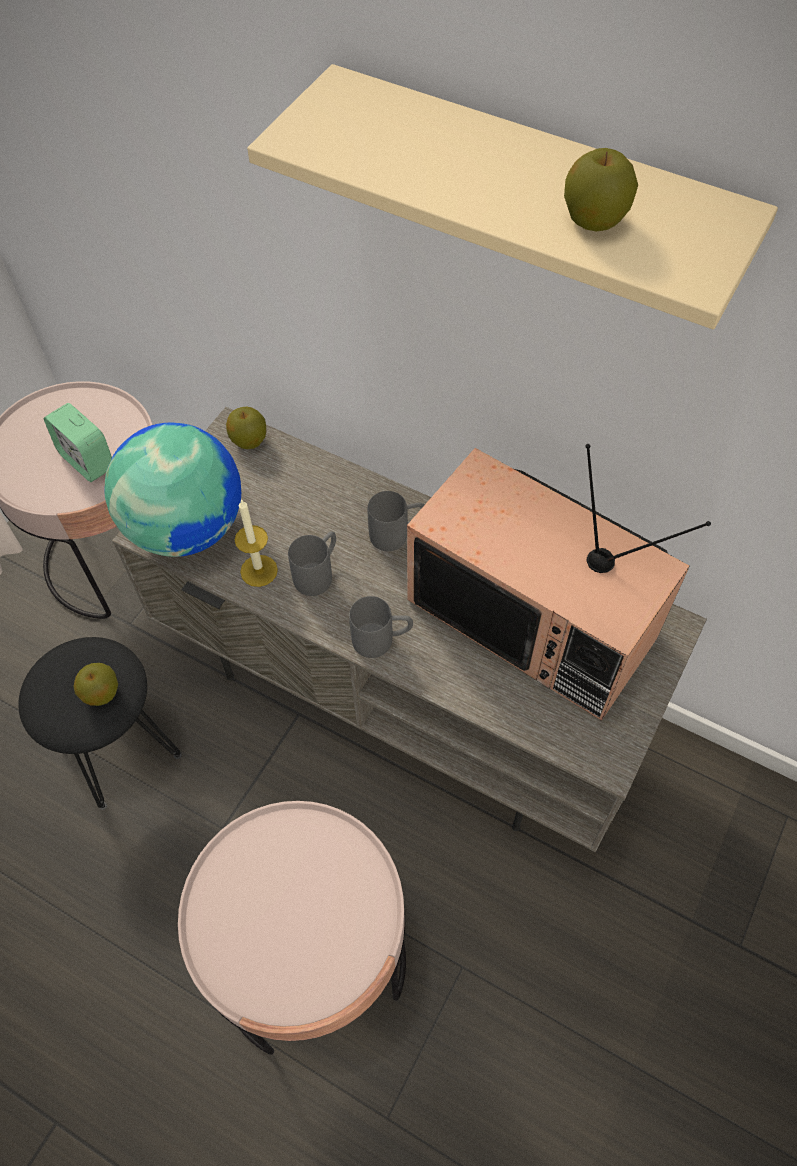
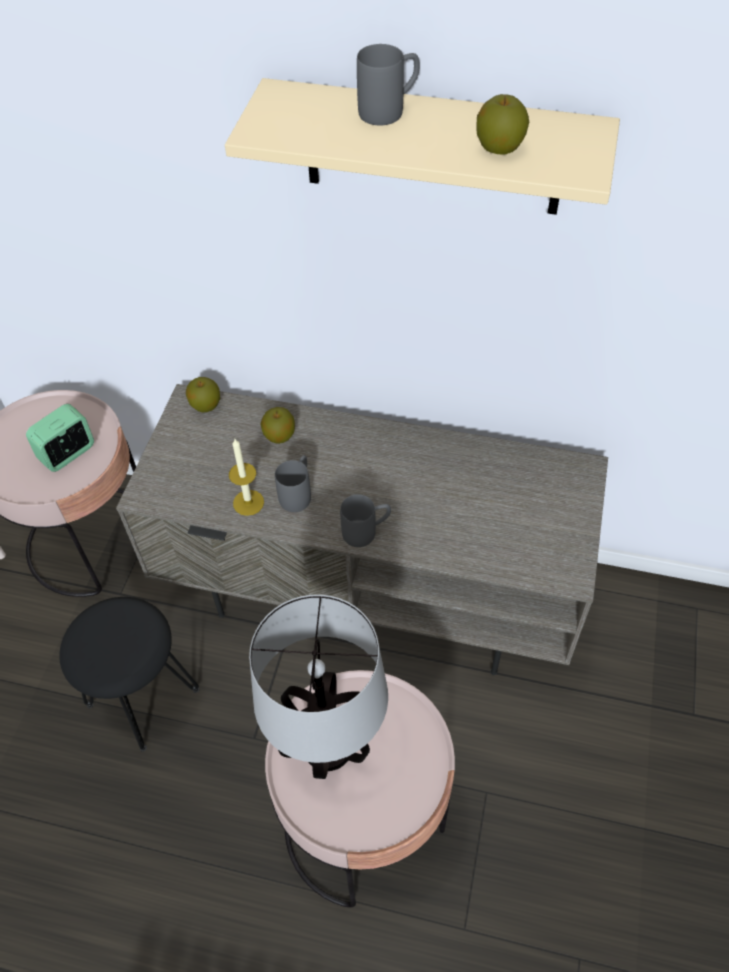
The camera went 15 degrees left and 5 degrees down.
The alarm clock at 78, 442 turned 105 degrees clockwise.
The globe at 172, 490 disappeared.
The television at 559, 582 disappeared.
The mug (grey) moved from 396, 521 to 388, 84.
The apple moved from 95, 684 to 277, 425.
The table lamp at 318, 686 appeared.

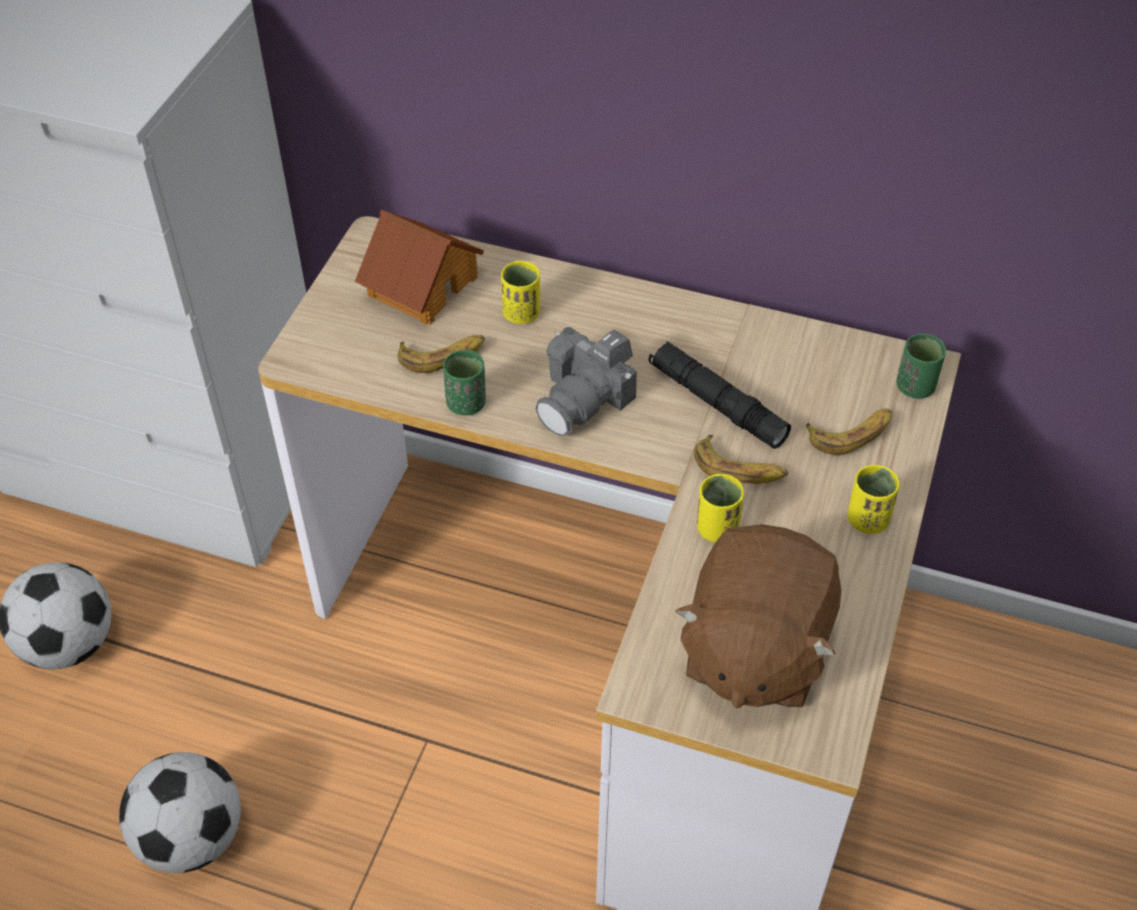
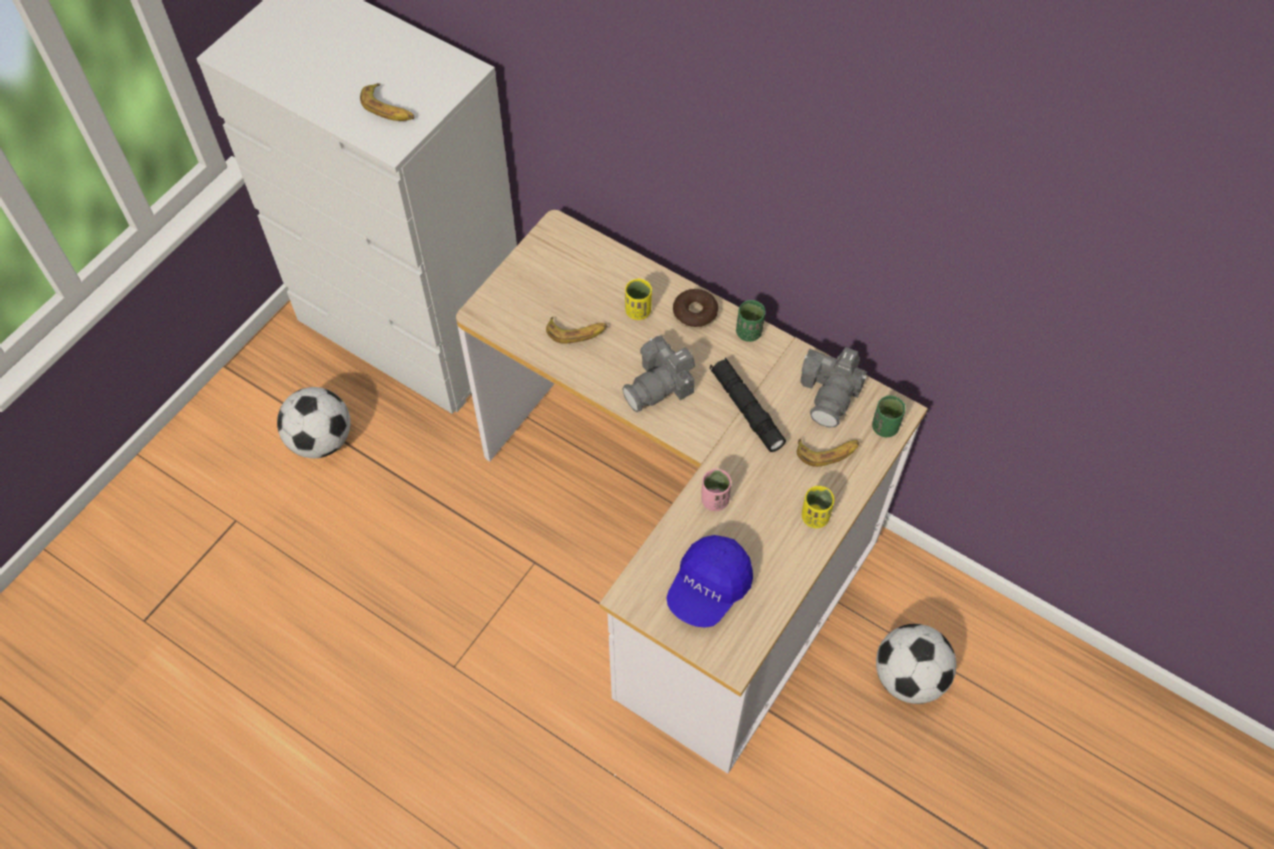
The camera went 15 degrees right and 10 degrees up.
The toy house at 419, 267 disappeared.
The cup (green) moved from 464, 383 to 750, 321.
The banana moved from 741, 459 to 387, 102.
The cup (yellow) at 720, 508 became the cup (pink) at 716, 490.
The plush toy (brown) at 758, 616 was replaced by the cap (blue) at 709, 581.
The football moved from 180, 812 to 916, 664.
The donut at 695, 309 appeared.
The photo camera at 833, 387 appeared.

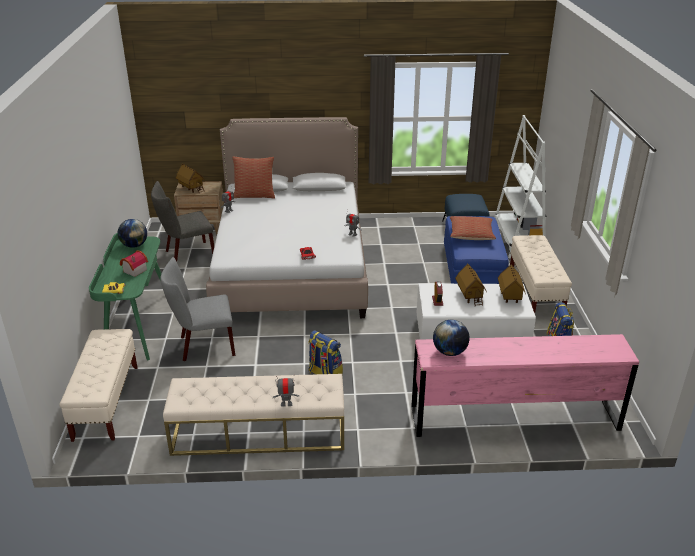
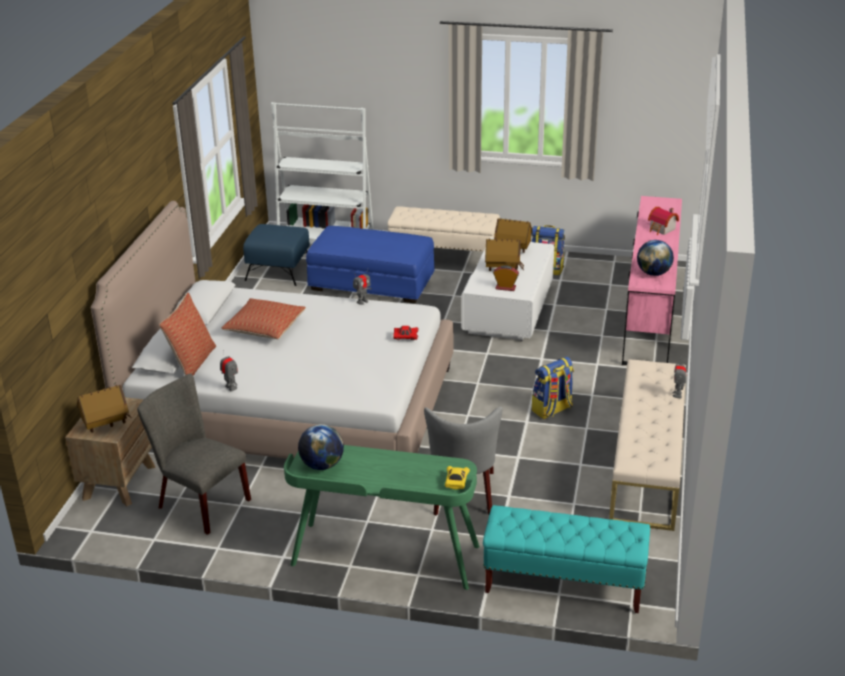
The camera went 75 degrees left and 0 degrees up.
The chair (grey) at 182, 221 turned 135 degrees clockwise.
The pillow moved from 473, 228 to 263, 318.
The toy house moved from 134, 264 to 663, 221.
The bench (beige) at 98, 385 became the bench (turquoise) at 566, 559.

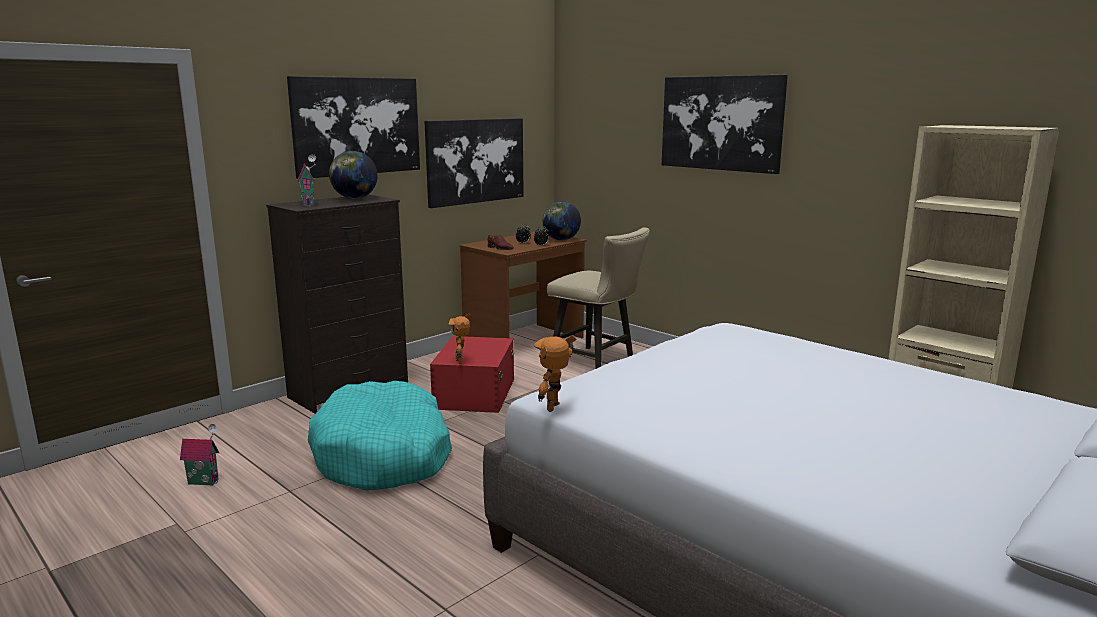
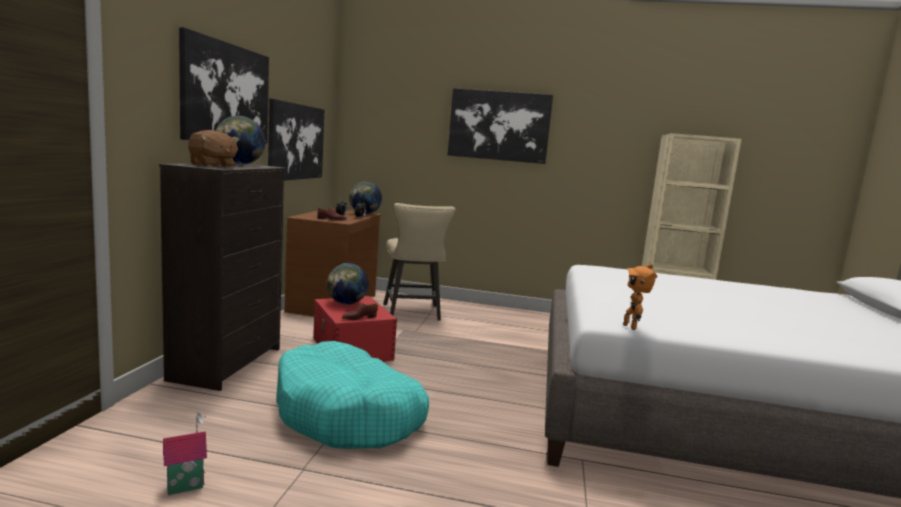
The camera went 35 degrees left and 5 degrees down.
The toy house at 307, 180 was replaced by the plush toy (brown) at 213, 149.
The chair (beige) at 598, 298 turned 75 degrees clockwise.
The toy robot at 459, 339 was replaced by the shoe (brown) at 360, 311.
The globe at 348, 284 appeared.

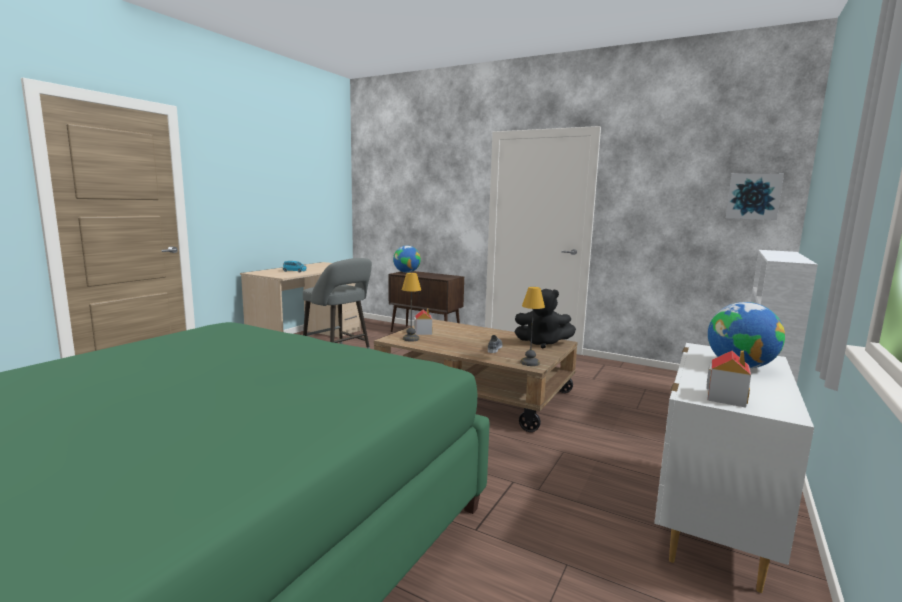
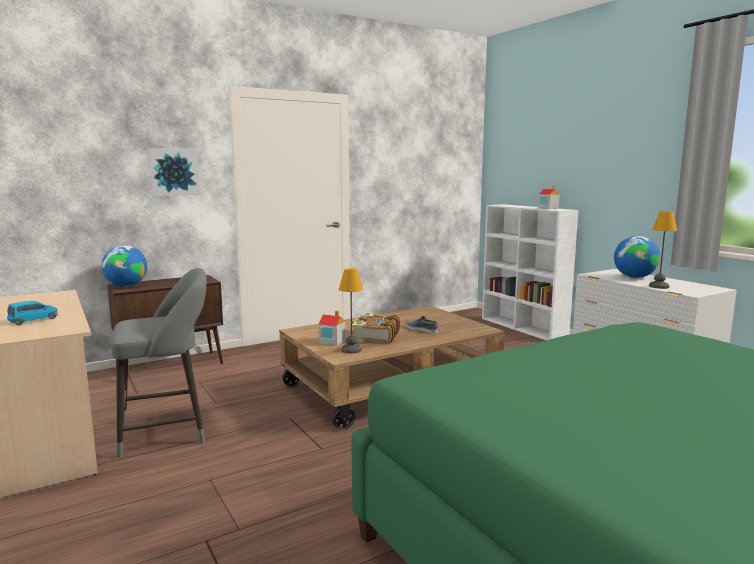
The camera went 60 degrees left and 0 degrees up.
The picture moved from 755, 197 to 174, 172.
The table lamp moved from 532, 326 to 663, 250.
The plush toy (black) at 545, 318 disappeared.
The toy house moved from 728, 379 to 549, 197.
The book at 374, 328 appeared.

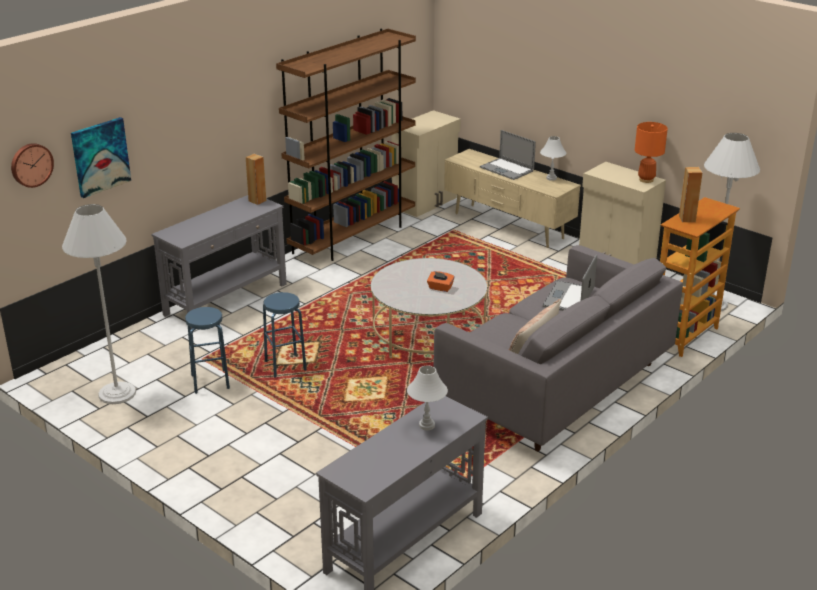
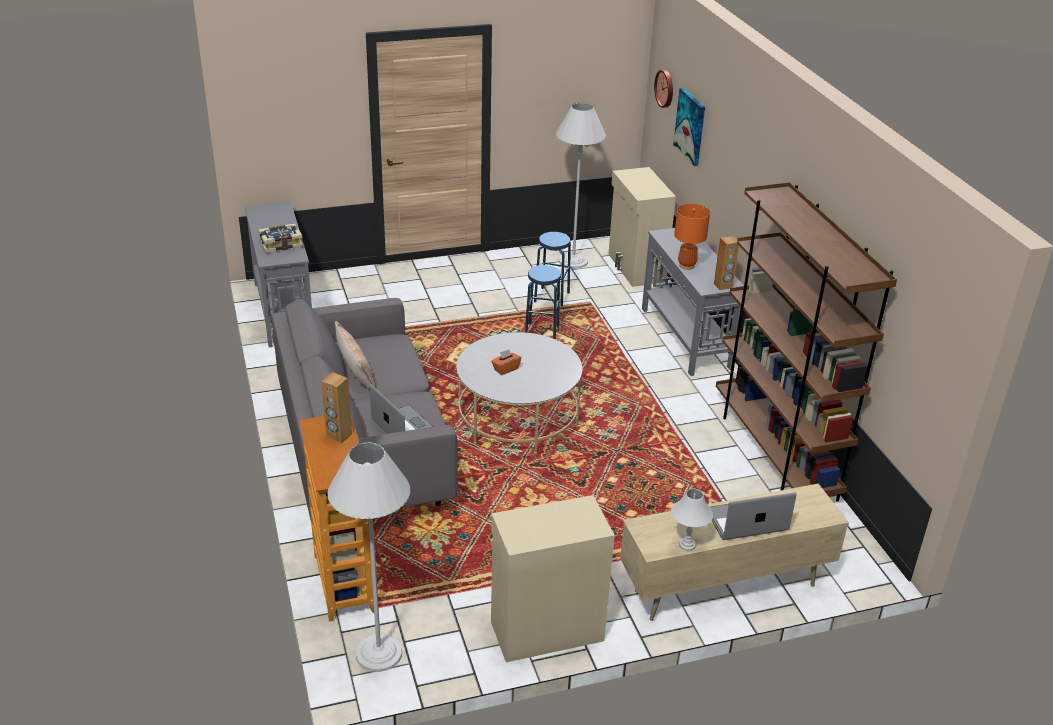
The camera went 120 degrees right and 5 degrees up.
The cabinet (beige) moved from 426, 163 to 642, 227.
The table lamp (orange) moved from 651, 152 to 692, 237.
The table lamp (white) at 427, 398 was replaced by the book at 280, 238.

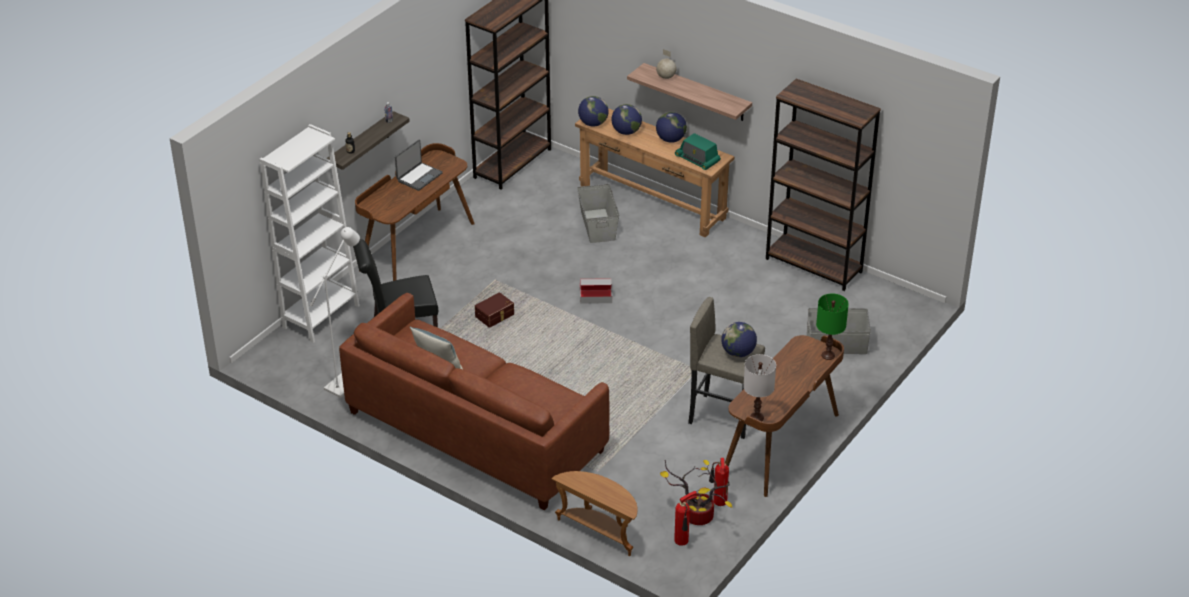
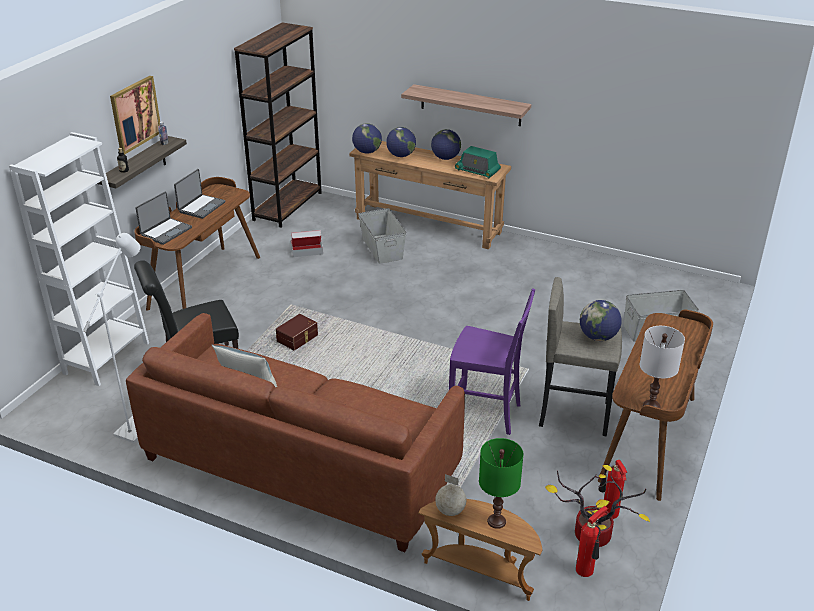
The camera went 10 degrees left and 5 degrees down.
The globe moved from 666, 64 to 450, 495.
The bookcase (brown) at 823, 185 disappeared.
The cardboard box moved from 596, 291 to 307, 243.
The table lamp (green) moved from 832, 327 to 501, 483.
The picture at 135, 115 appeared.
The laptop at 164, 218 appeared.
The chair (purple) at 492, 361 appeared.

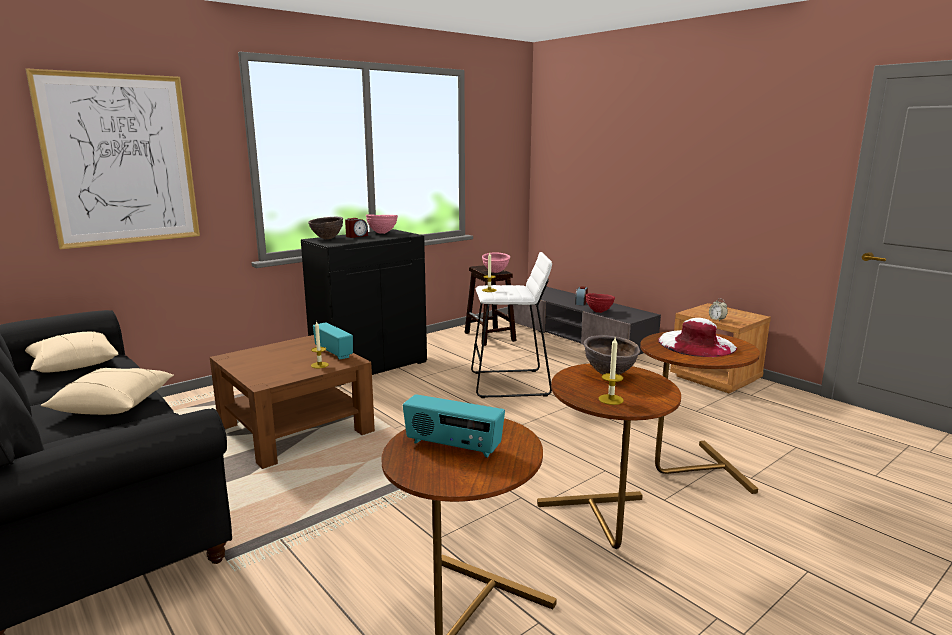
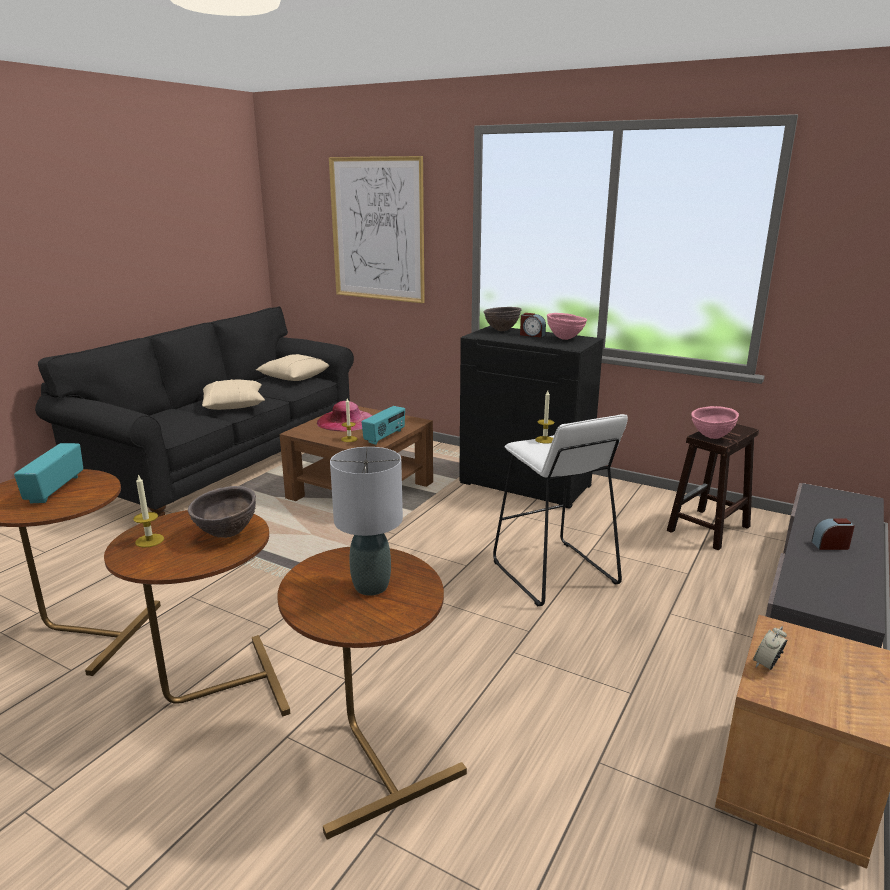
The camera went 70 degrees right and 5 degrees up.
The bowl (red) at 600, 303 disappeared.
The hat (white) at 697, 337 was replaced by the table lamp (grey) at 366, 521.
The hat (pink) at 344, 416 appeared.

